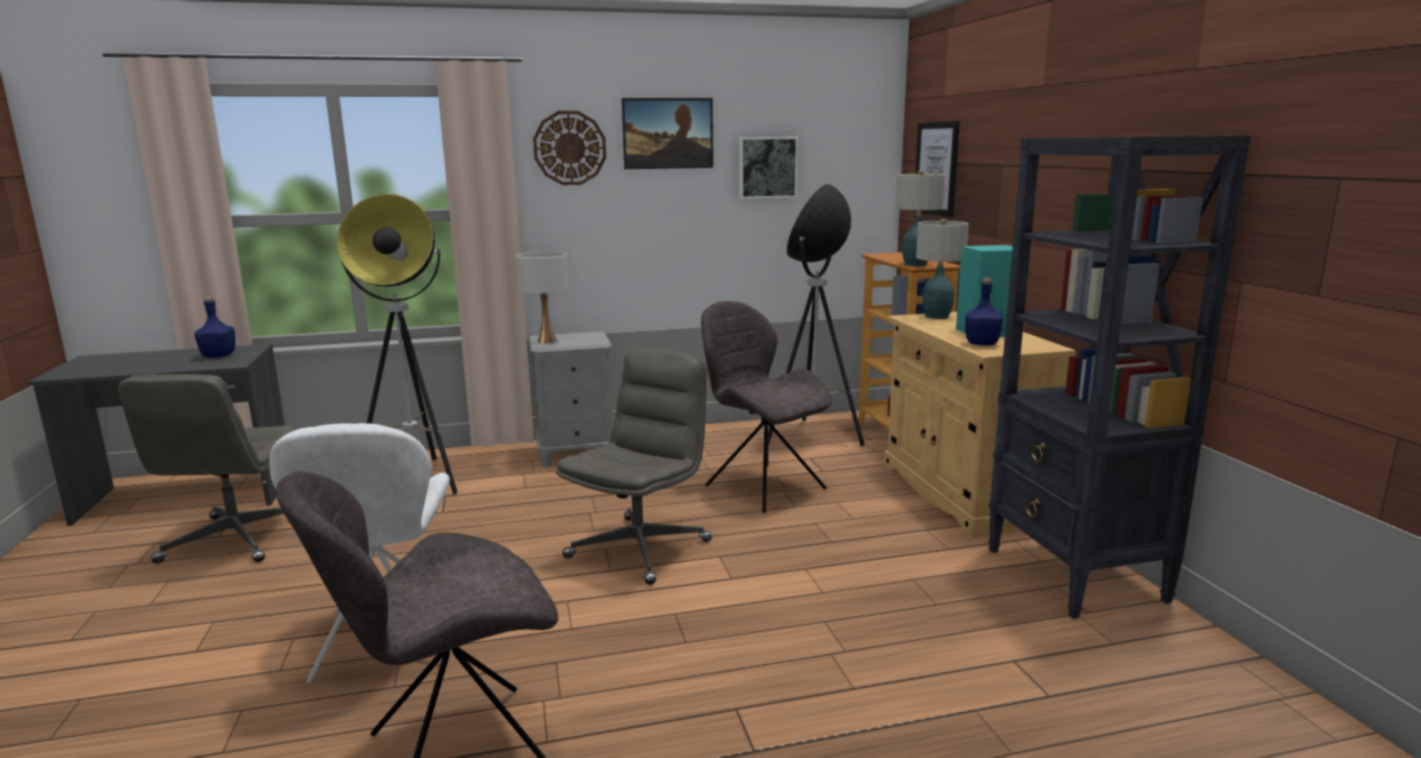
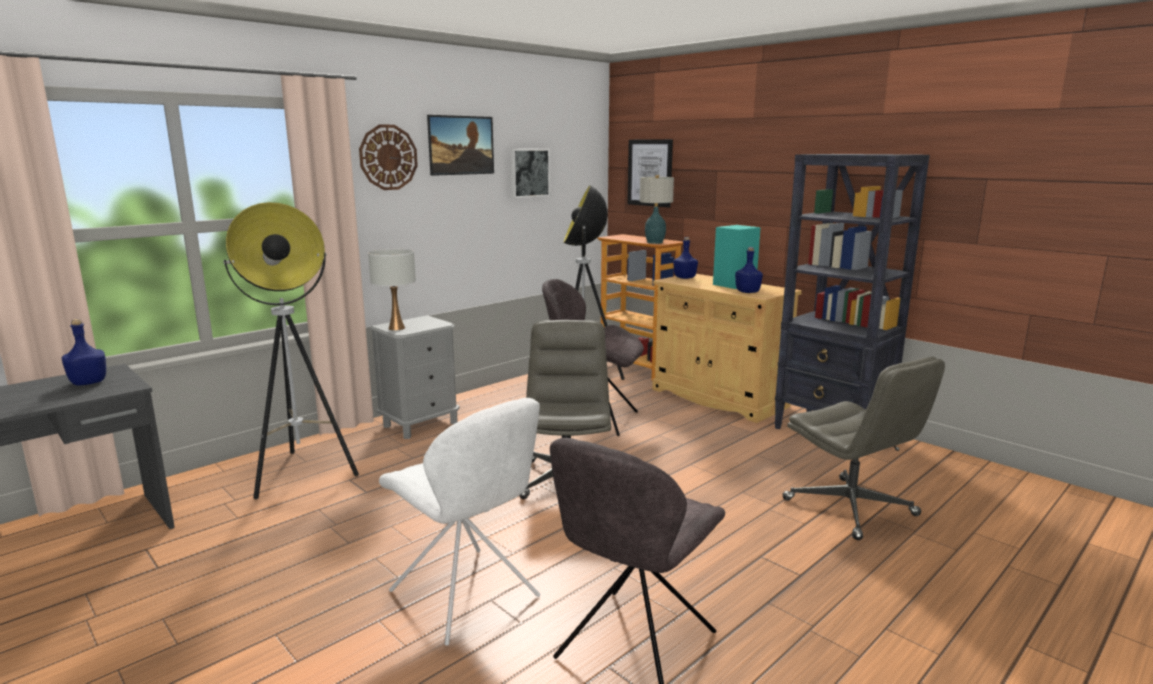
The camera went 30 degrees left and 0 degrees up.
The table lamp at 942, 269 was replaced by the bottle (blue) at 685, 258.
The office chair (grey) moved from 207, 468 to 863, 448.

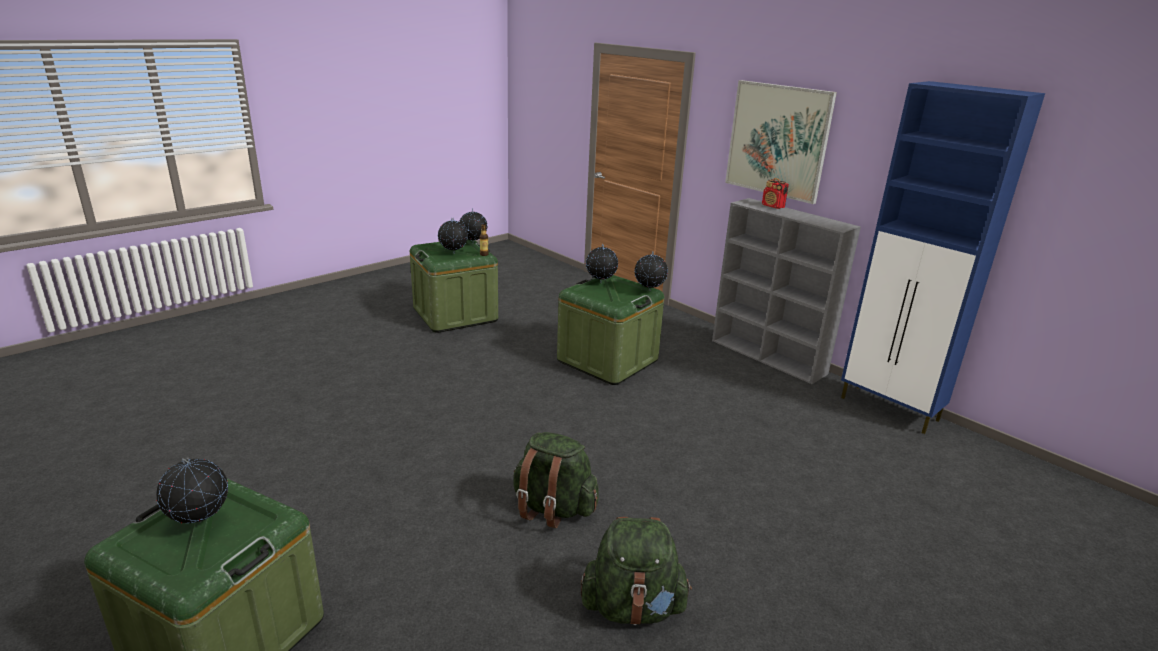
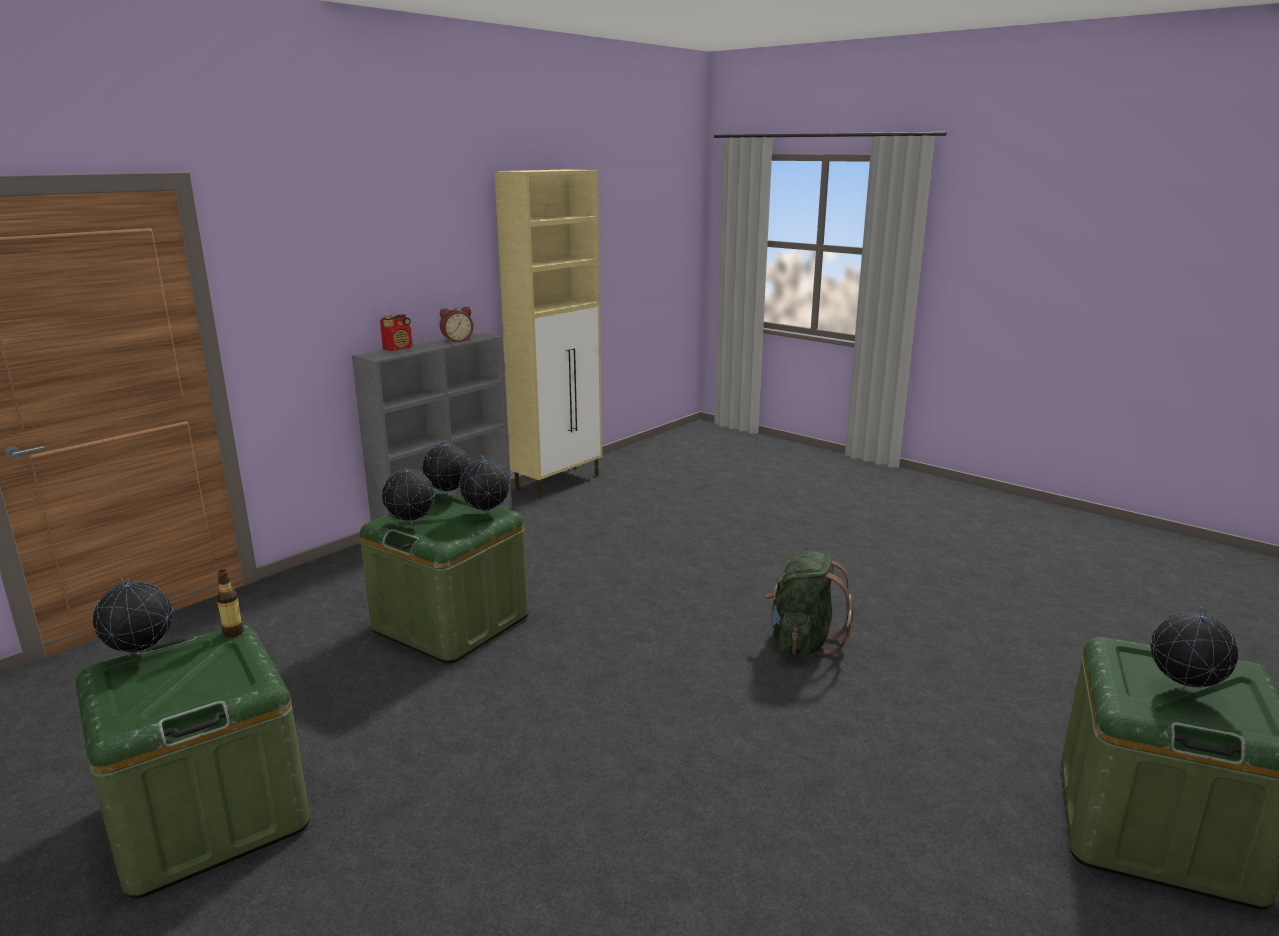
The camera went 95 degrees left and 5 degrees down.
The picture at 781, 142 disappeared.
The cabinet (blue) at 943, 257 became the cabinet (beige) at 548, 333.
The globe moved from 453, 235 to 484, 484.
The backpack (green) at 636, 571 disappeared.
The alarm clock at 456, 325 appeared.

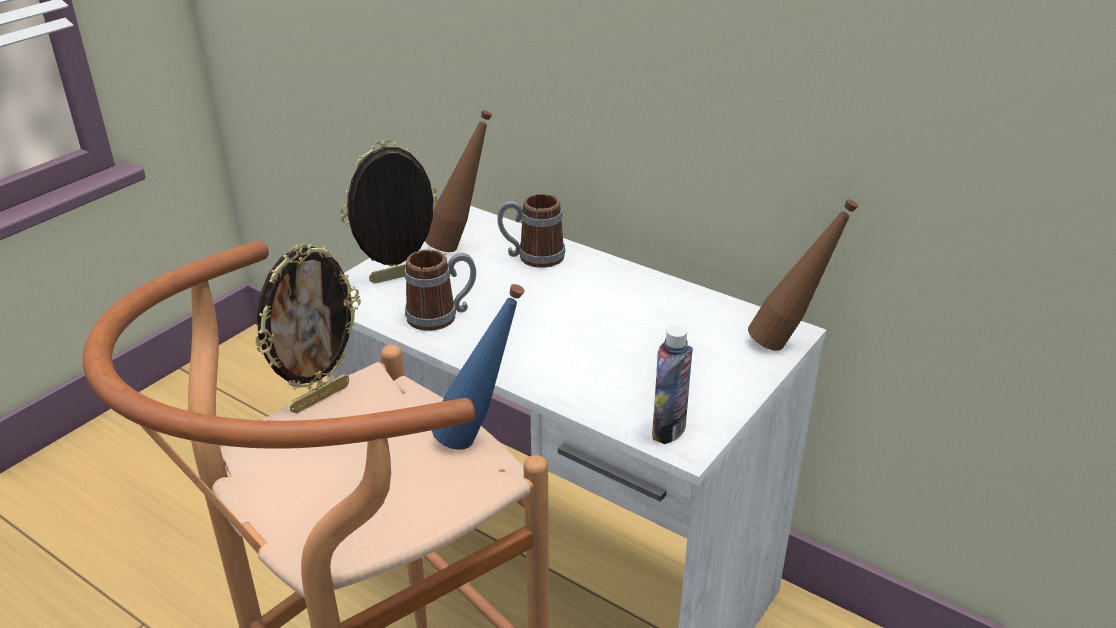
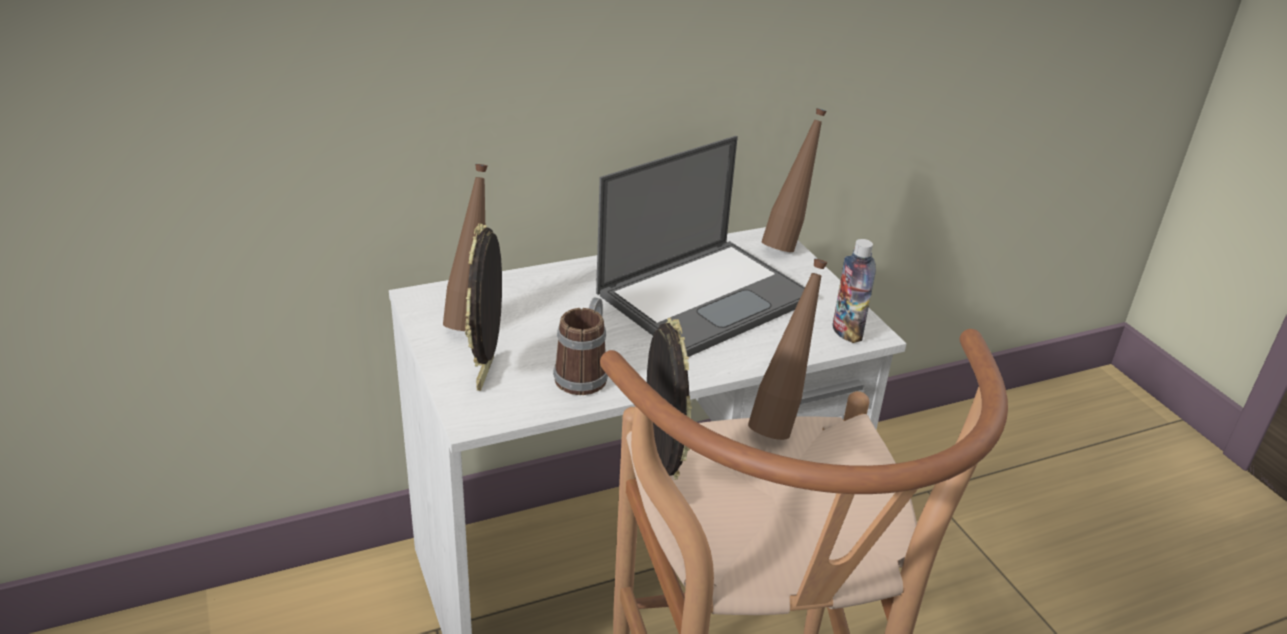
The camera went 60 degrees left and 0 degrees up.
The mug at 531, 231 disappeared.
The bottle (blue) at 478, 367 became the bottle (brown) at 787, 349.
The laptop at 700, 246 appeared.

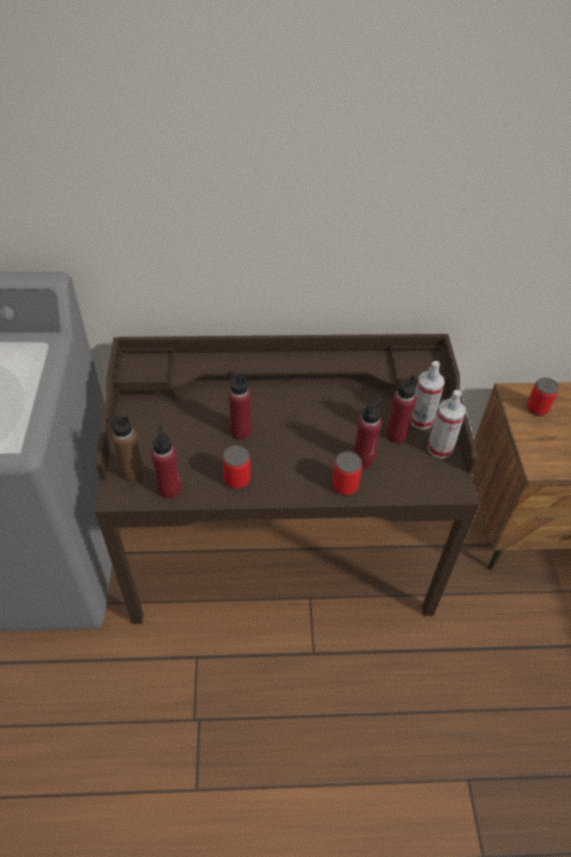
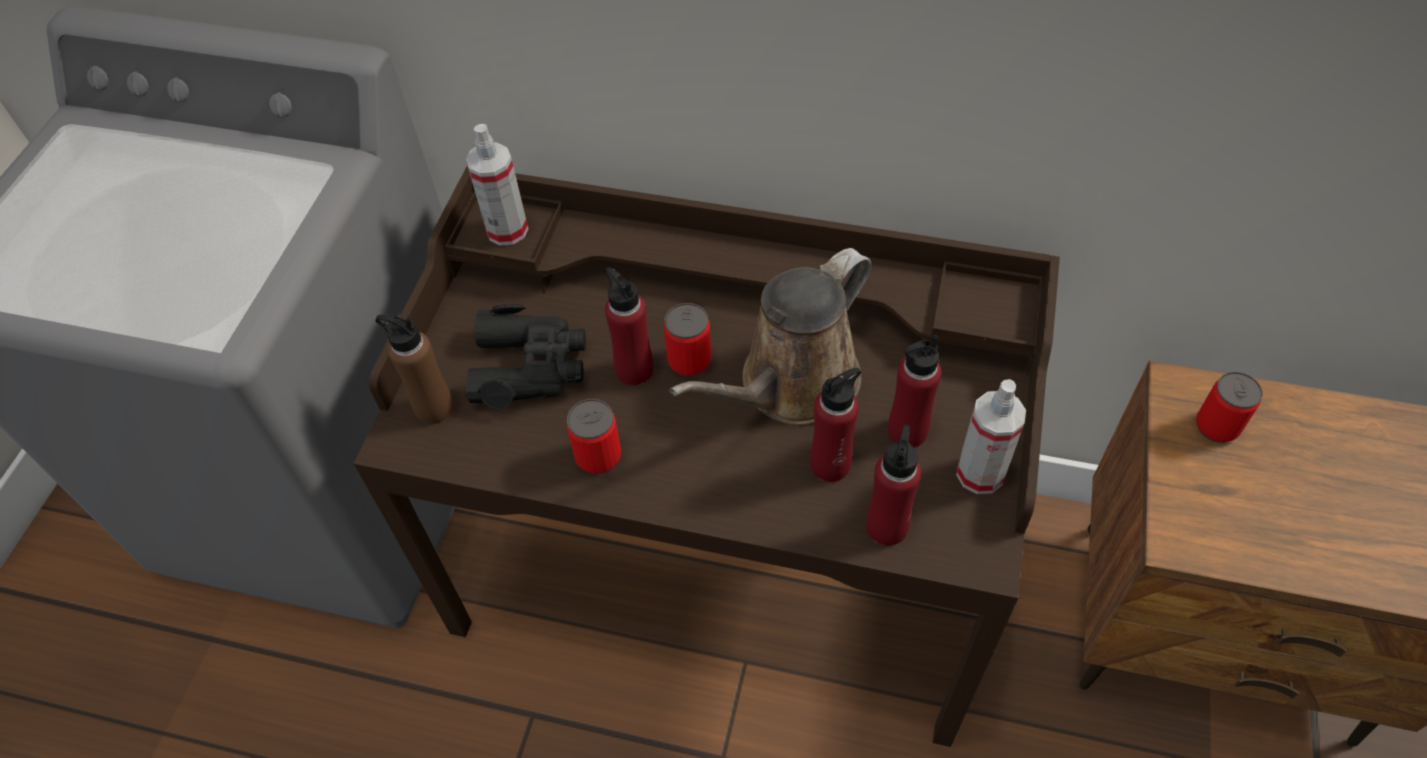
The camera went 20 degrees right and 5 degrees up.
The spray bottle moved from 427, 395 to 497, 185.
The bottle (red) moved from 166, 462 to 893, 485.
The can moved from 347, 473 to 687, 339.
The watering can (brown) at 770, 336 appeared.
The binoculars (black) at 525, 357 appeared.

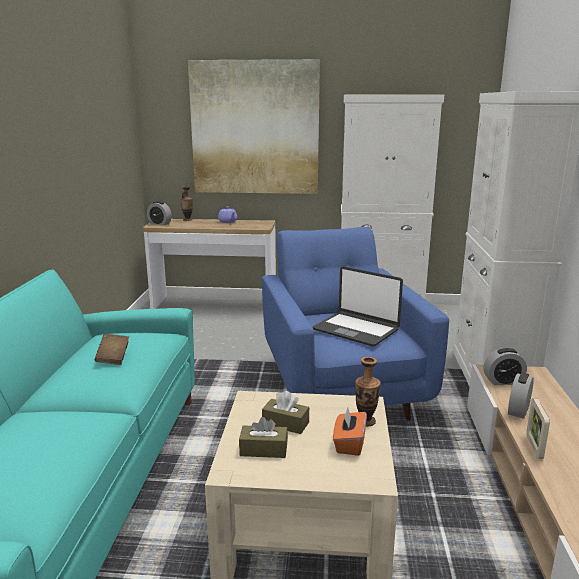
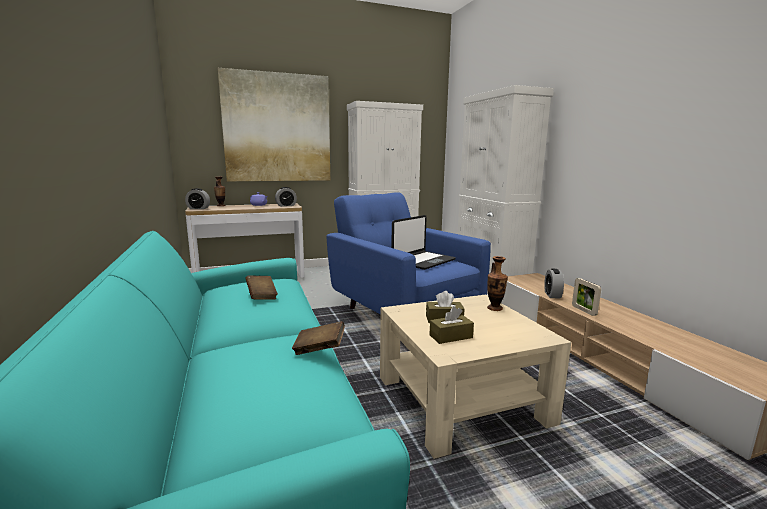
The camera went 25 degrees left and 5 degrees down.
The laptop at 358, 306 turned 60 degrees counterclockwise.
The alarm clock moved from 505, 366 to 286, 197.
The tissue box (orange) at 350, 431 disappeared.
The book (brown) at 318, 338 appeared.

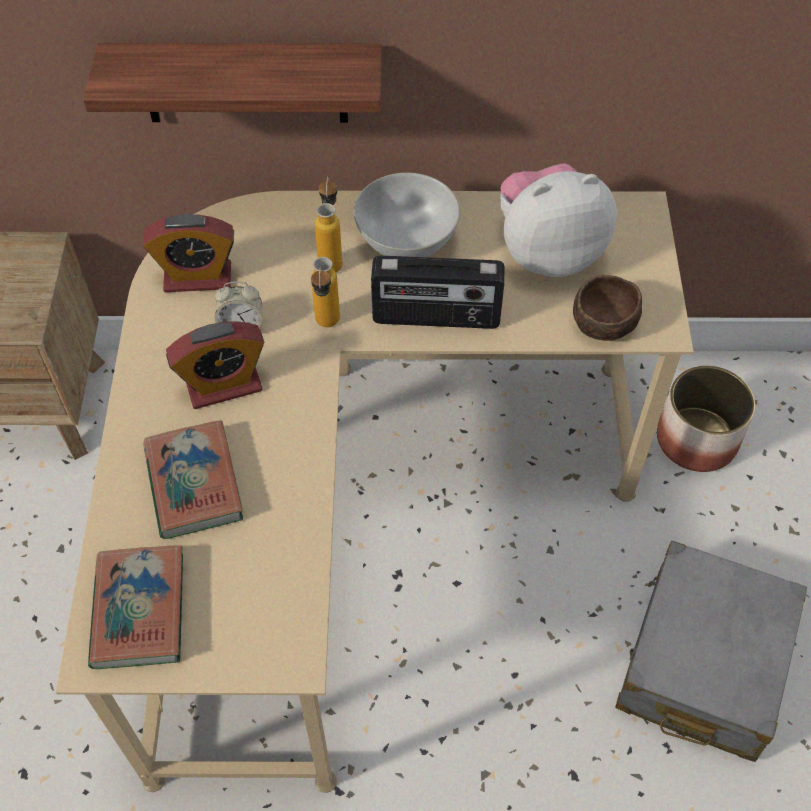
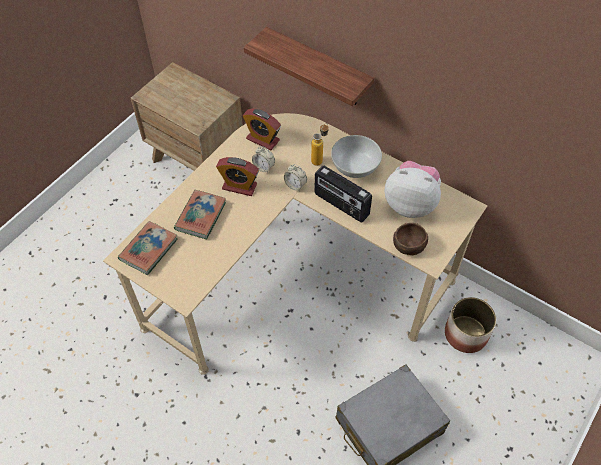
The camera went 35 degrees right and 0 degrees up.
The bottle at 325, 292 was replaced by the alarm clock at 295, 177.

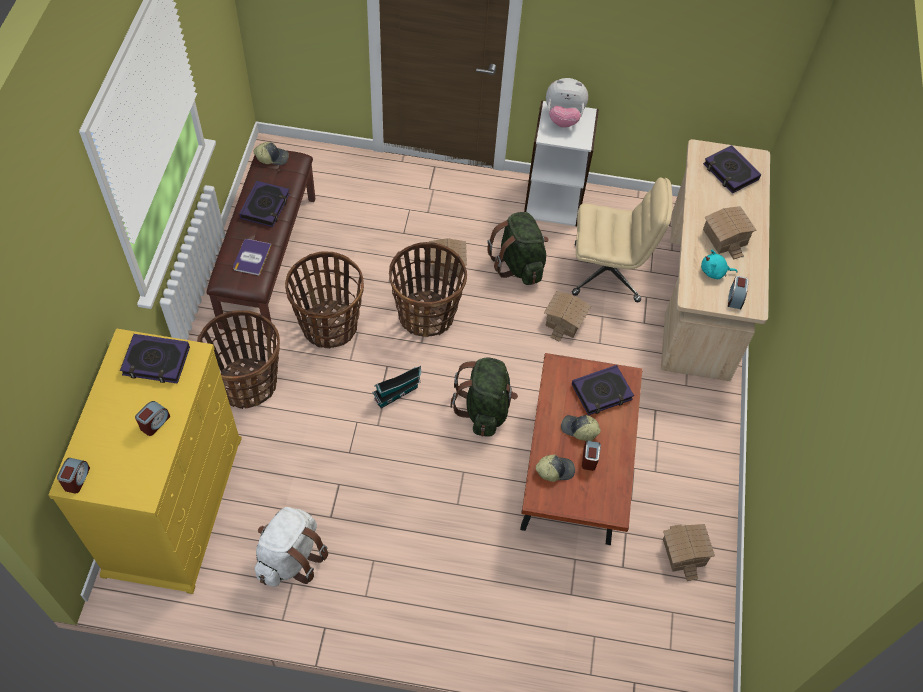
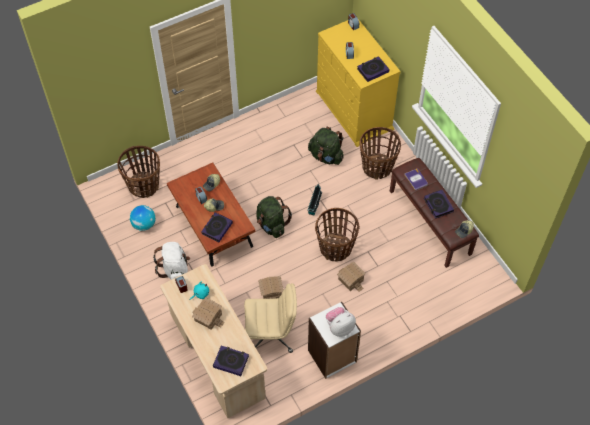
The camera went 145 degrees right and 0 degrees up.
The office chair (beige) at 622, 239 turned 150 degrees counterclockwise.
The backpack (green) moved from 518, 248 to 326, 146.
The basket moved from 324, 300 to 138, 172.
The backpack (white) moved from 291, 547 to 171, 261.
The toy house at 689, 552 was replaced by the globe at 143, 218.

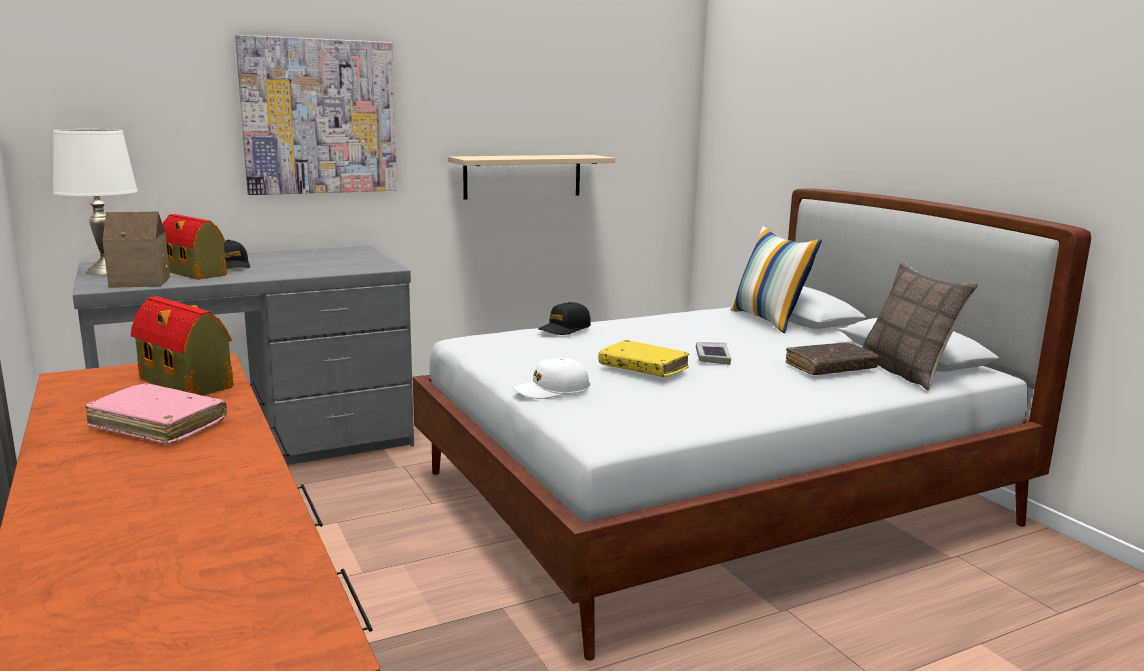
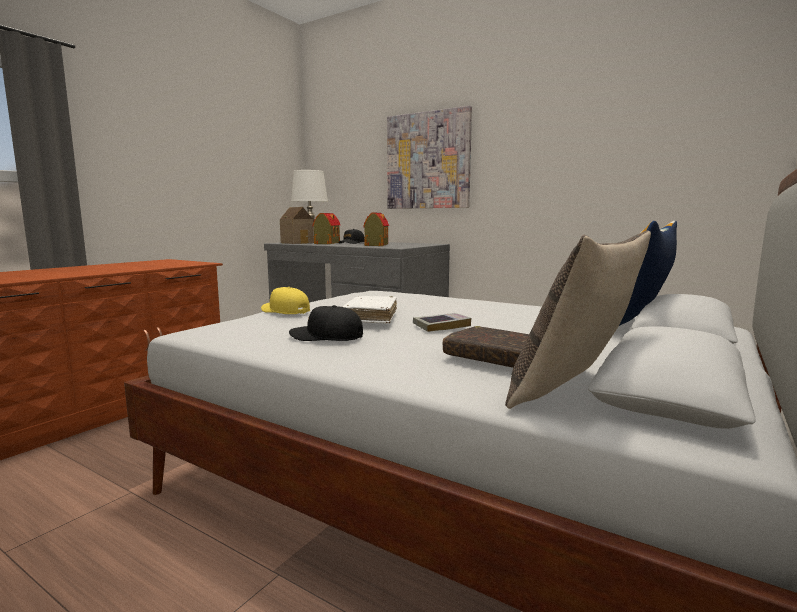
The camera went 60 degrees right and 5 degrees down.
The shelf (beige) at 531, 177 disappeared.
The toy house moved from 182, 346 to 376, 229.
The cap (black) moved from 564, 318 to 326, 323.
The book (yellow) at 644, 358 became the book (white) at 370, 310.
The cap (white) at 551, 378 became the cap (yellow) at 285, 300.
The book (pink) at 156, 414 disappeared.

